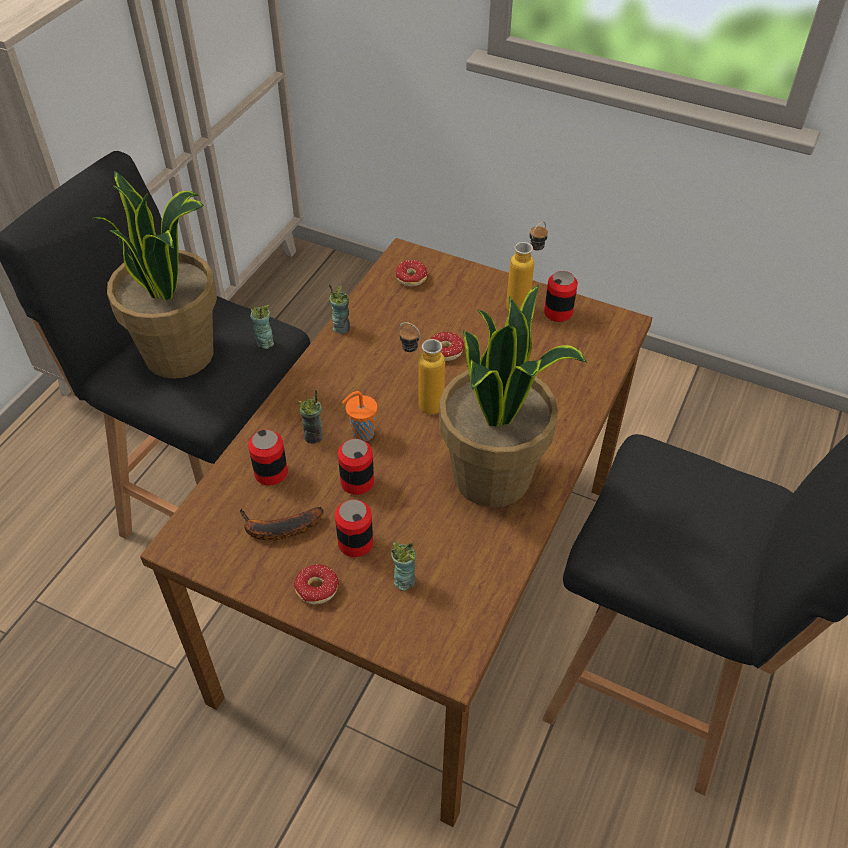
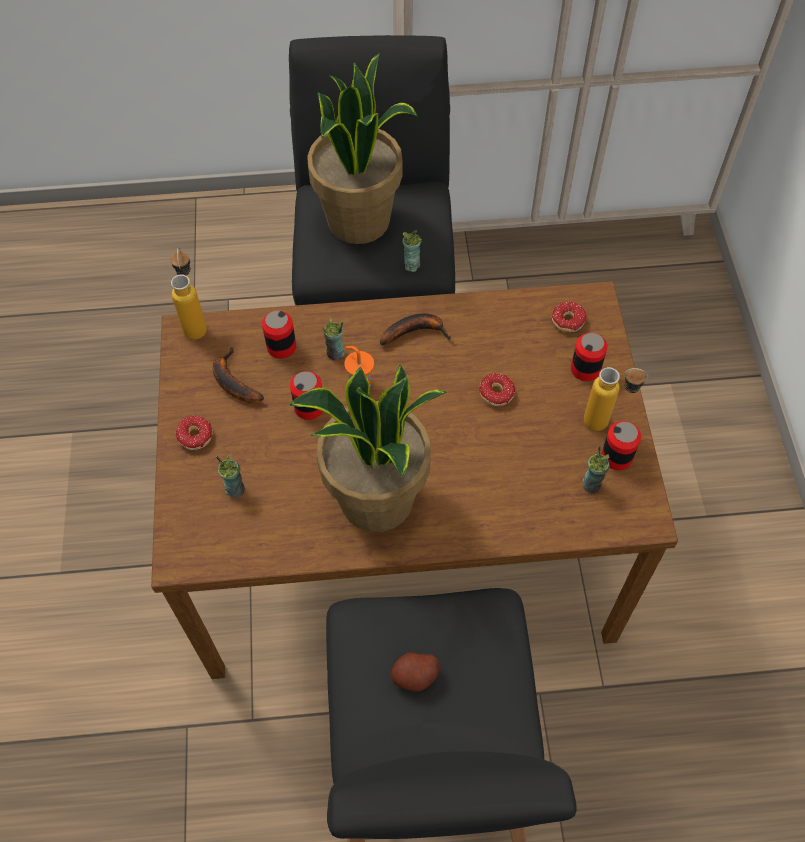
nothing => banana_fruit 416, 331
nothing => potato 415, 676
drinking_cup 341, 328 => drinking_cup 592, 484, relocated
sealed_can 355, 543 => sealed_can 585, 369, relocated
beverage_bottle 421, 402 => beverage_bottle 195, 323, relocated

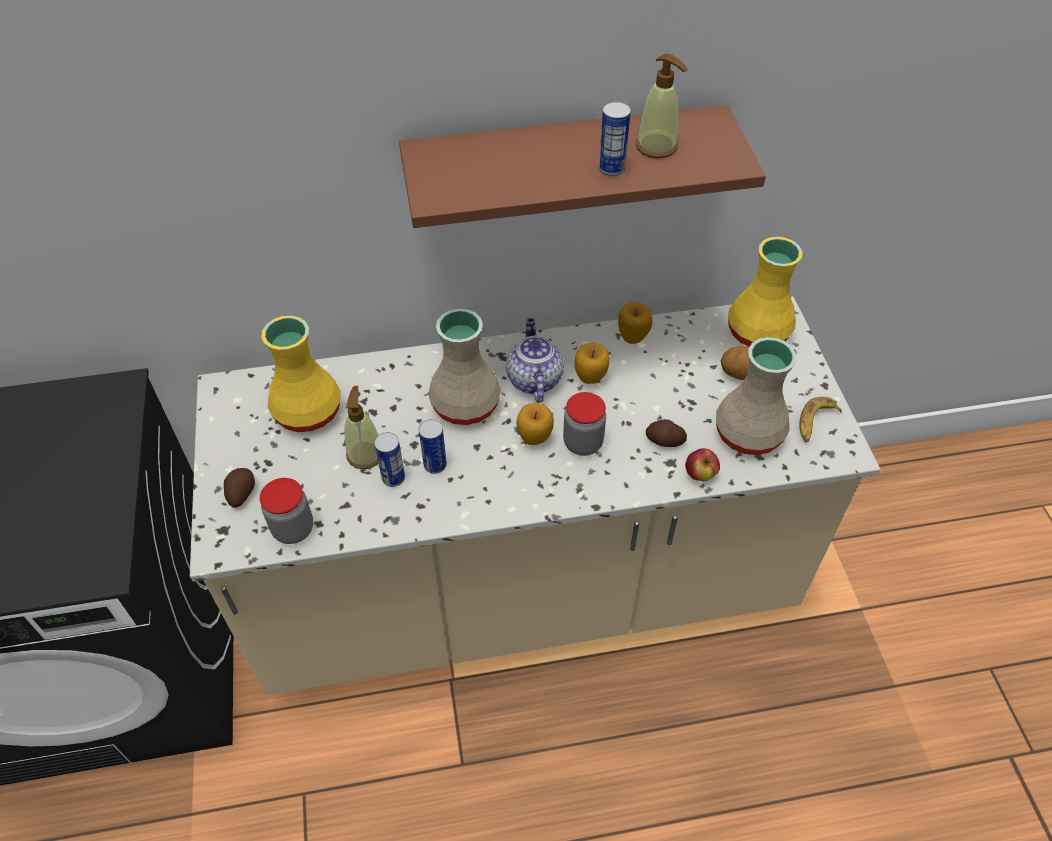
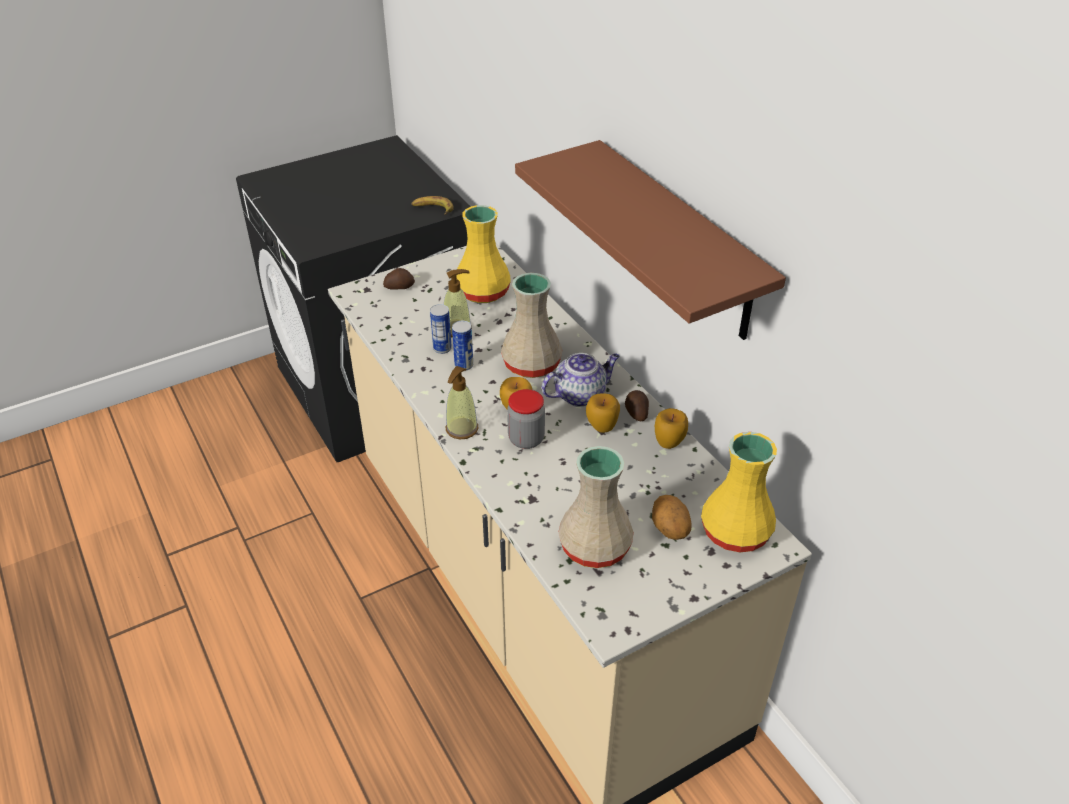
preserve_jar 293, 529 => nothing
sealed_can 611, 169 => nothing
whole_apple 700, 474 => nothing
soap_dispenser 656, 147 => soap_dispenser 461, 429, relocated
potato 665, 441 => potato 636, 412, relocated
banana_fruit 815, 423 => banana_fruit 432, 209, relocated

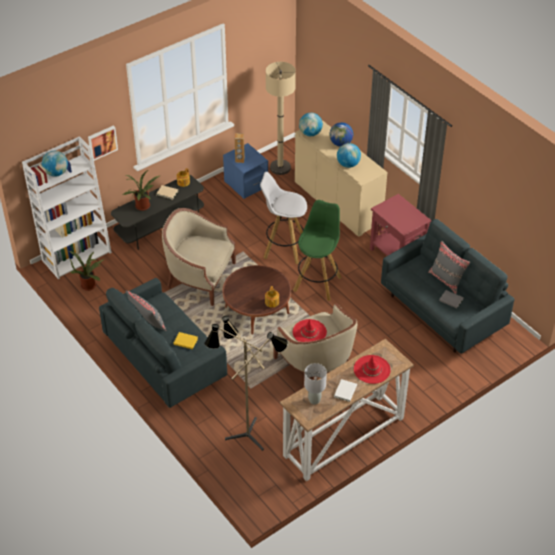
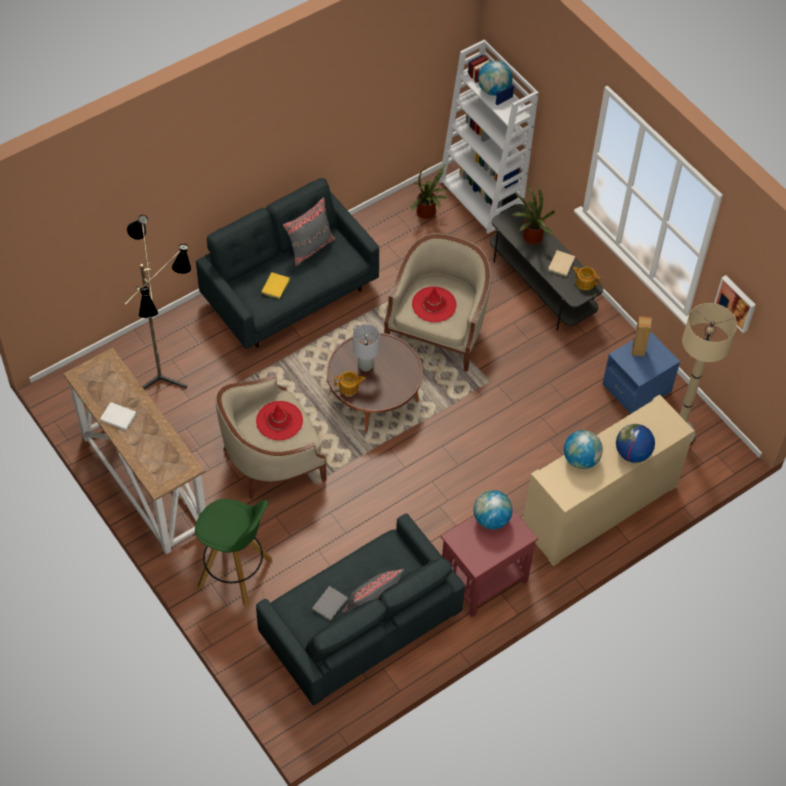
white_sitting_stool 283, 248 => nothing
wall_art 102, 142 => wall_art 736, 303, relocated
green-coloured_sitting_stool 317, 283 => green-coloured_sitting_stool 236, 573, relocated
desk_globe 310, 133 => desk_globe 491, 519, relocated
grey_lamp_for_a_table 314, 400 => grey_lamp_for_a_table 365, 366, relocated
red_wearable_hat 372, 369 => red_wearable_hat 434, 305, relocated

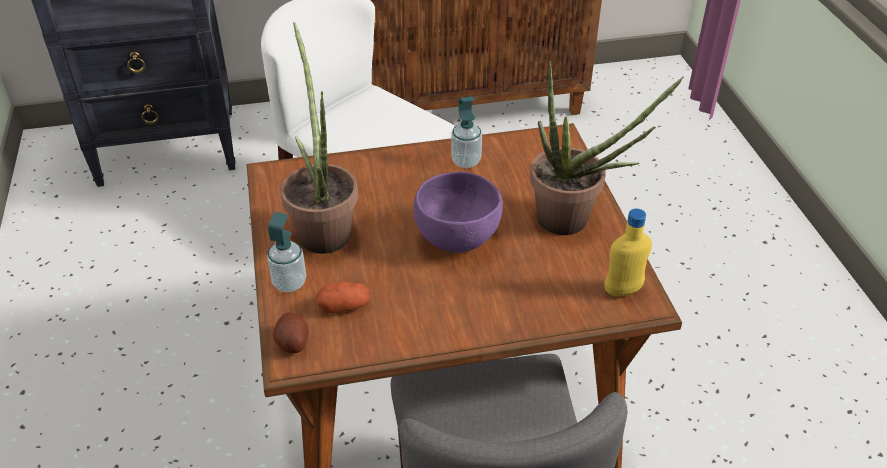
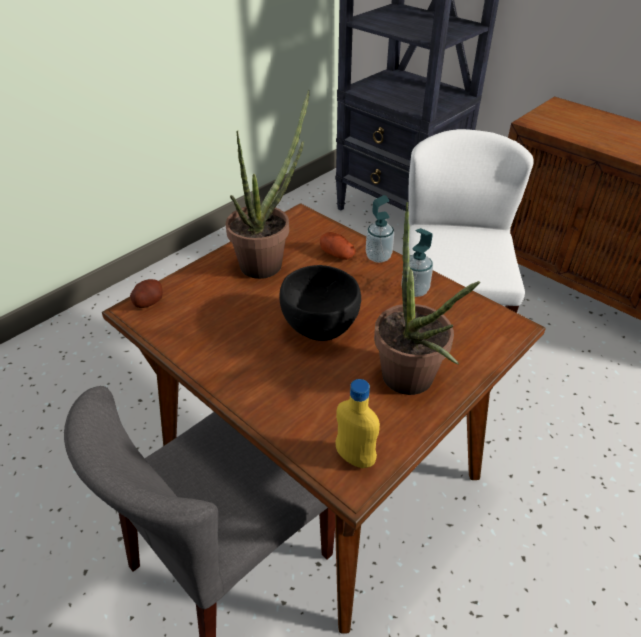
soap_dispenser 289, 283 => soap_dispenser 378, 257, relocated
potato 344, 306 => potato 337, 254, relocated
purple-coloured_deep_dish 458, 239 => blackish_deep_dish 320, 328

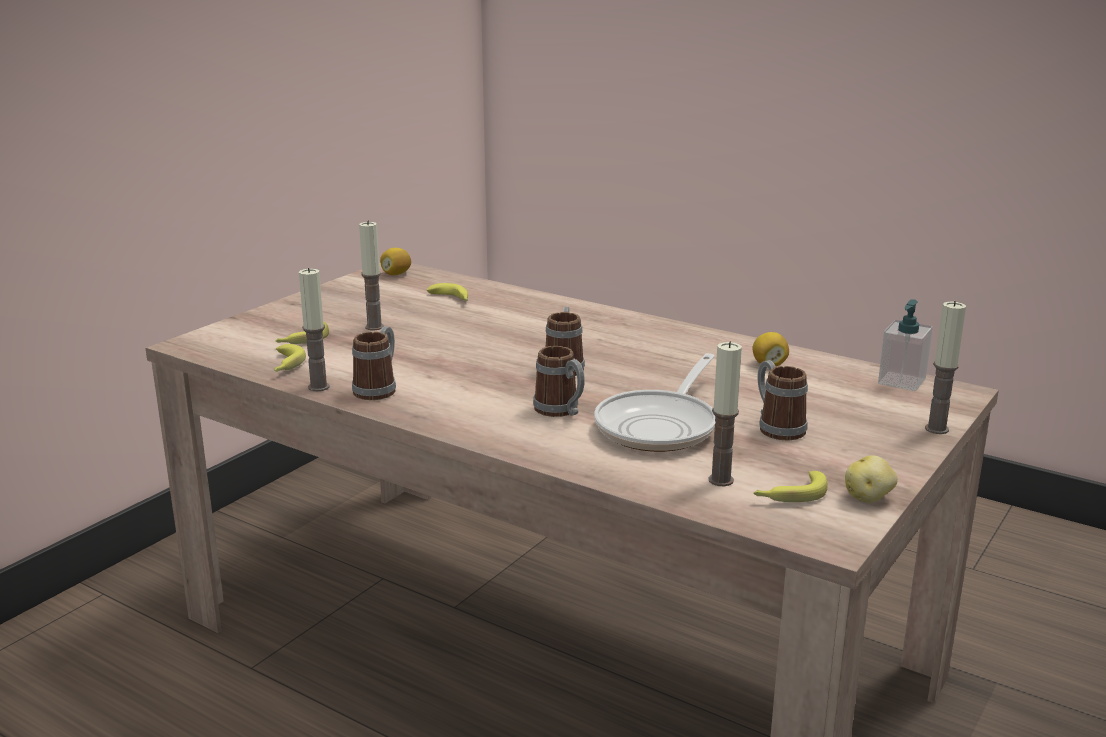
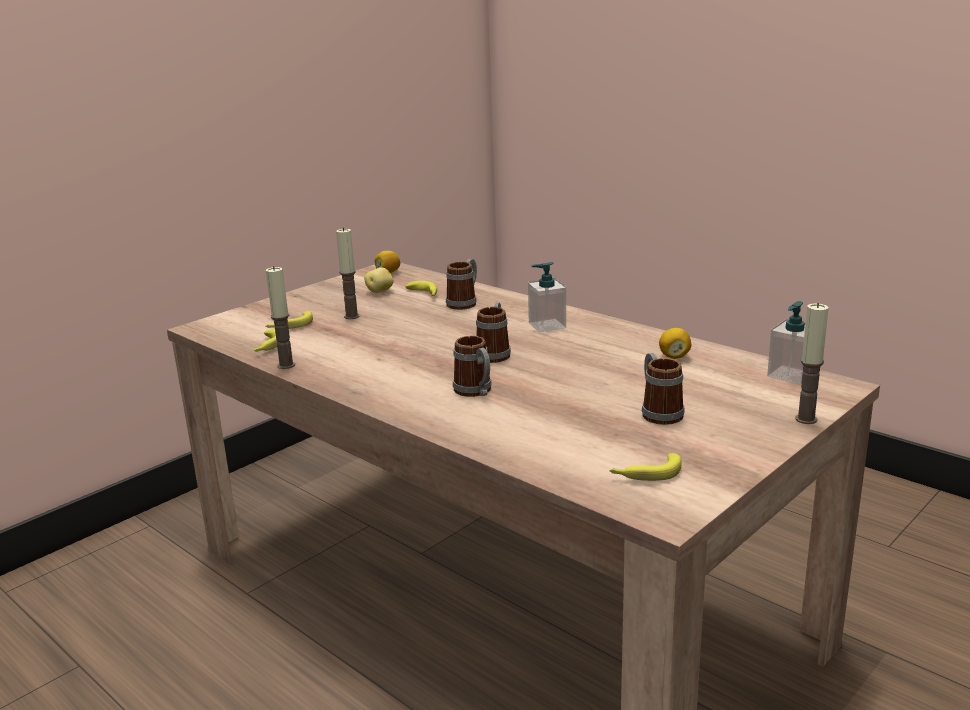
pan 660, 426 => nothing
wax_candle 720, 480 => nothing
nothing => soap_dispenser 547, 325
coffee_mug 379, 388 => coffee_mug 464, 303, relocated
potato 868, 498 => potato 380, 291, relocated

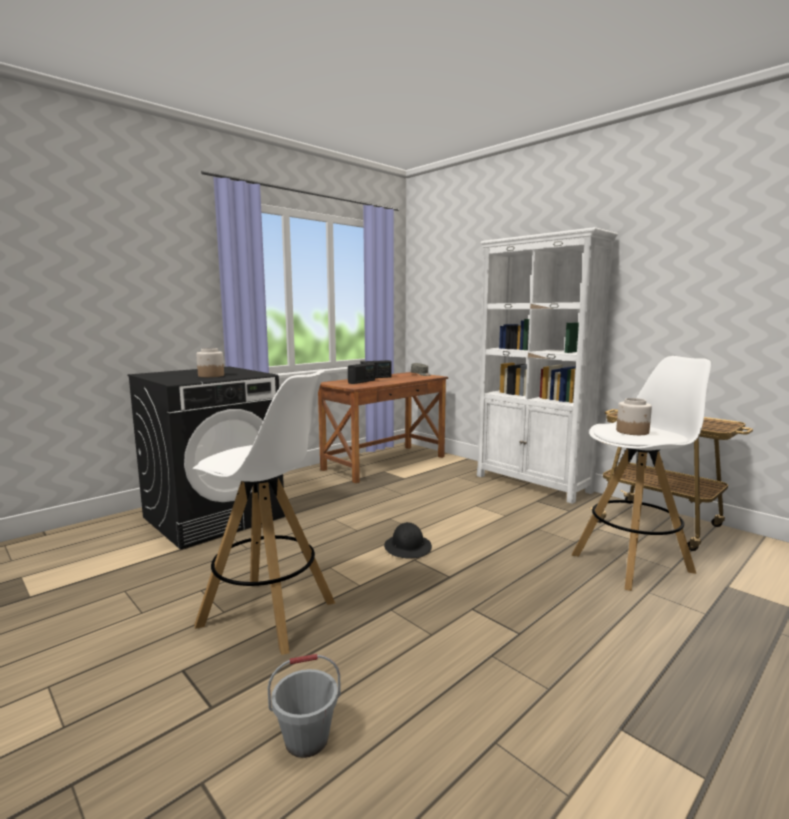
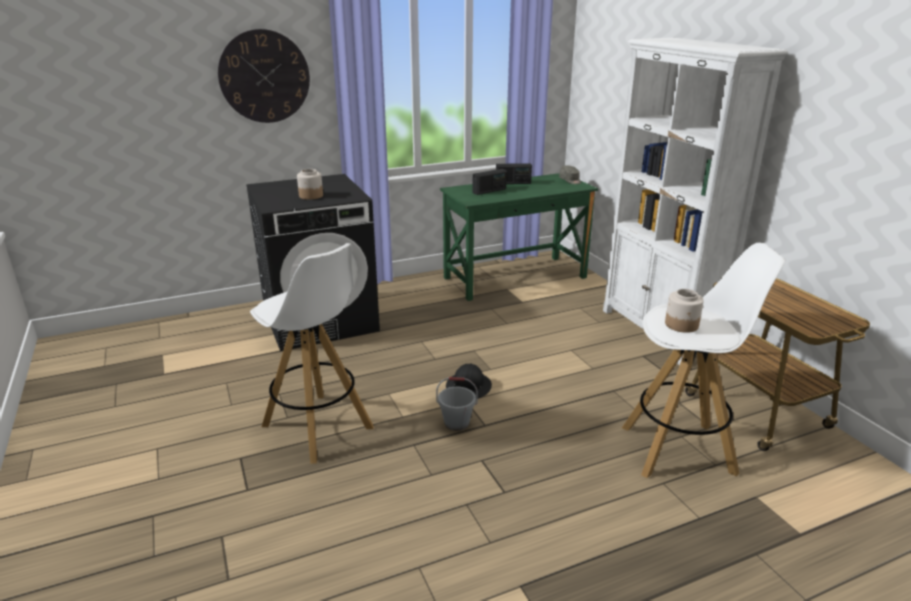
nothing => wall_clock 264, 76
grey_bucket 307, 739 => grey_bucket 457, 423, relocated
brown-coloured_desk 384, 463 => green-coloured_desk 515, 277

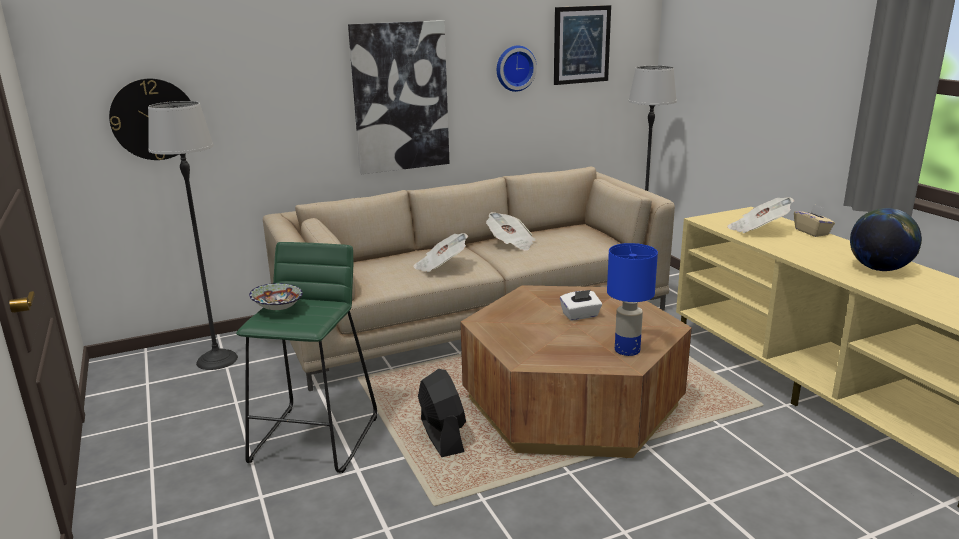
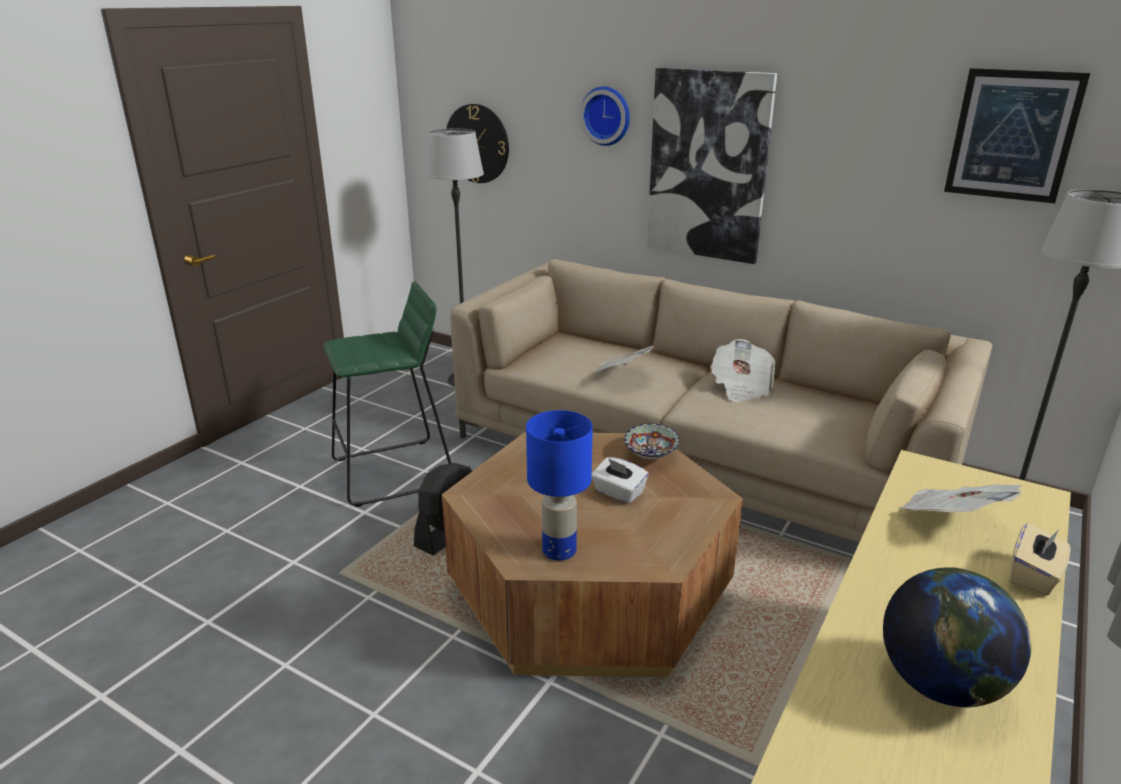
deep_dish 277, 309 => deep_dish 650, 455, relocated
wall_clock 514, 68 => wall_clock 607, 115, relocated

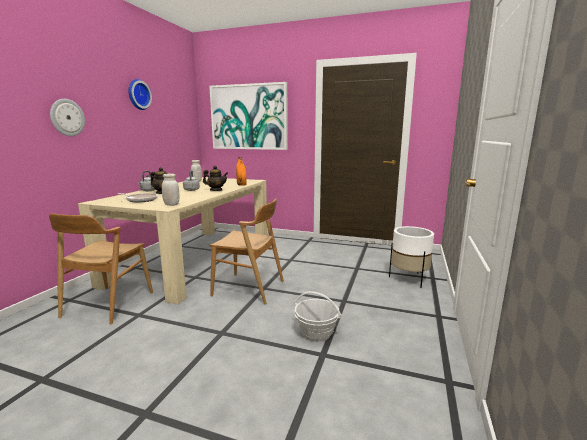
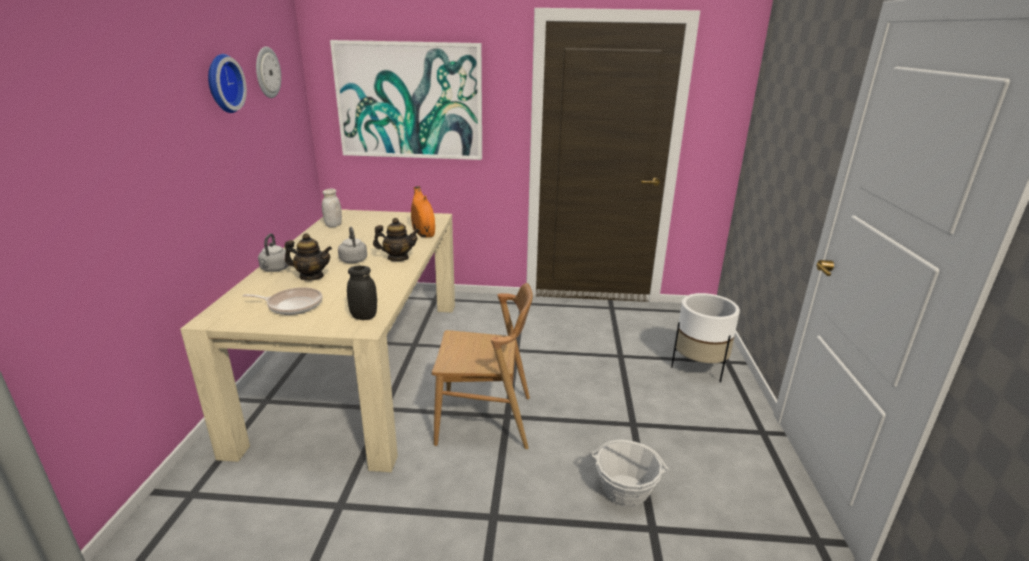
brown-coloured_chair 108, 304 => nothing
wall_clock 67, 117 => wall_clock 267, 72, relocated
white_preserve_jar 171, 205 => blackish_preserve_jar 364, 316

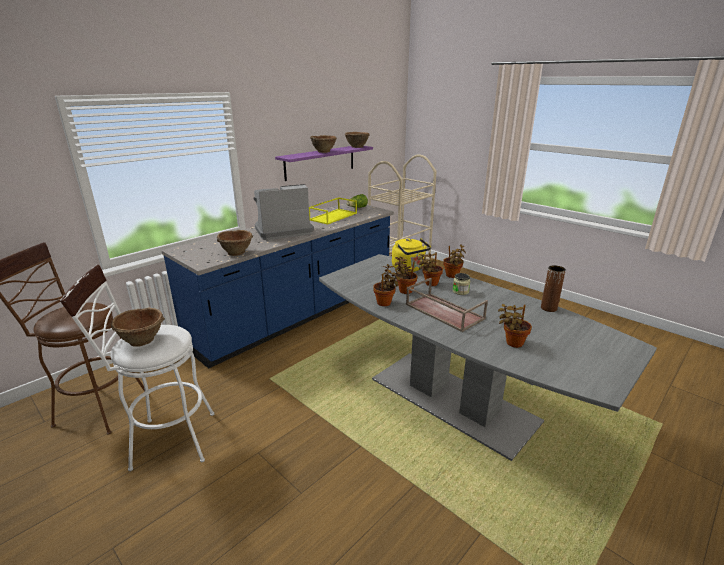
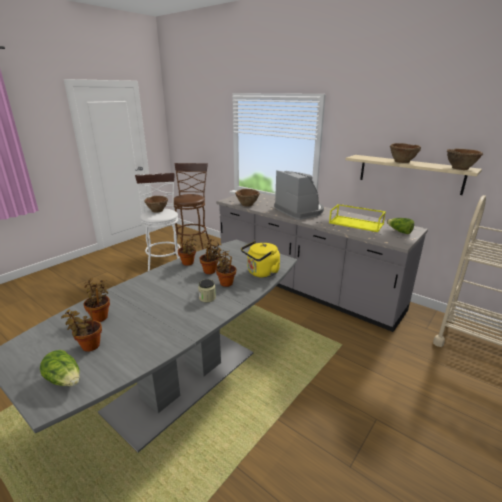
brown-coloured_tray 443, 311 => nothing
brown-coloured_flower_vase 548, 308 => nothing
nothing => lettuce_head 65, 380
potted_plant 452, 276 => potted_plant 88, 346, relocated
blue-coloured_kitchen_base_unit 298, 315 => grey_kitchen_base_unit 304, 288
purple-coloured_bracket_shelf 320, 162 => sand-coloured_bracket_shelf 409, 174

